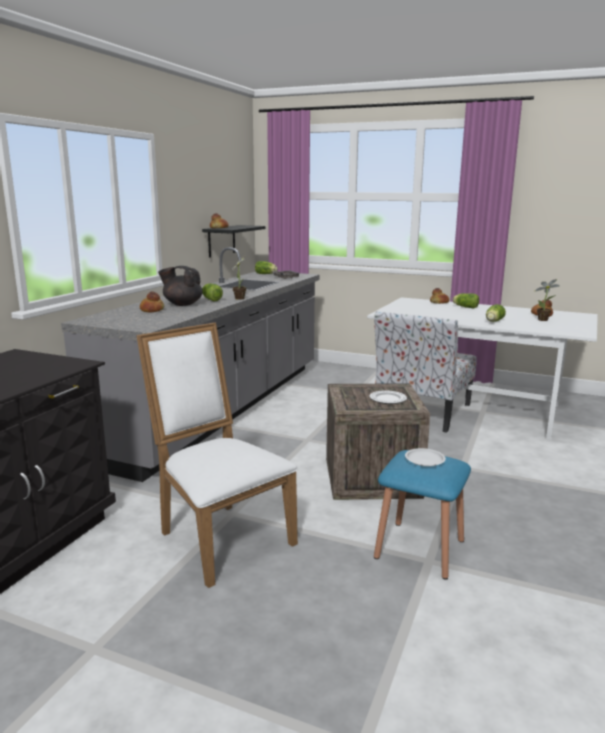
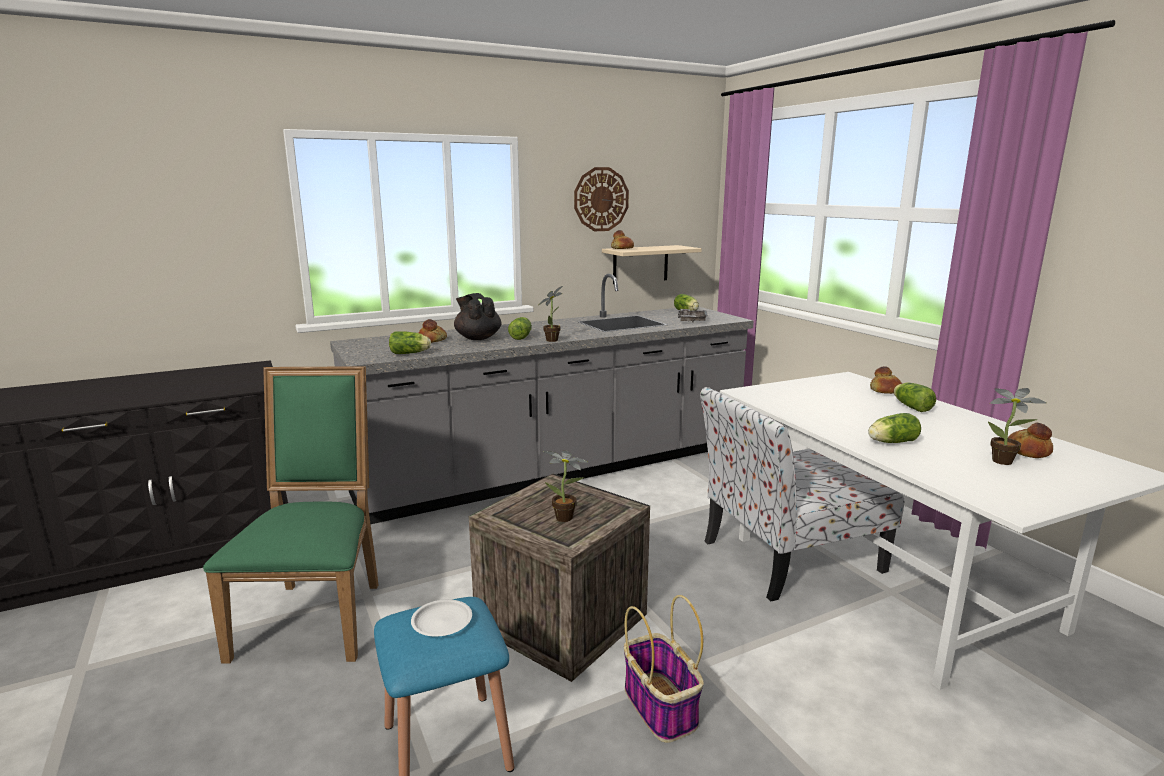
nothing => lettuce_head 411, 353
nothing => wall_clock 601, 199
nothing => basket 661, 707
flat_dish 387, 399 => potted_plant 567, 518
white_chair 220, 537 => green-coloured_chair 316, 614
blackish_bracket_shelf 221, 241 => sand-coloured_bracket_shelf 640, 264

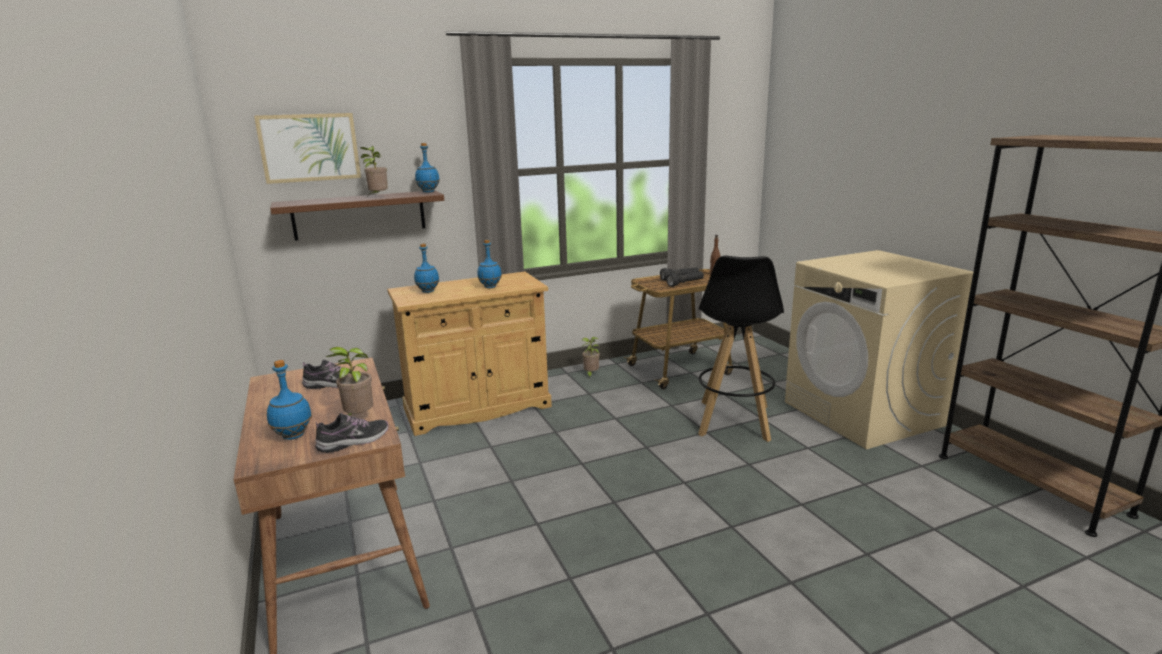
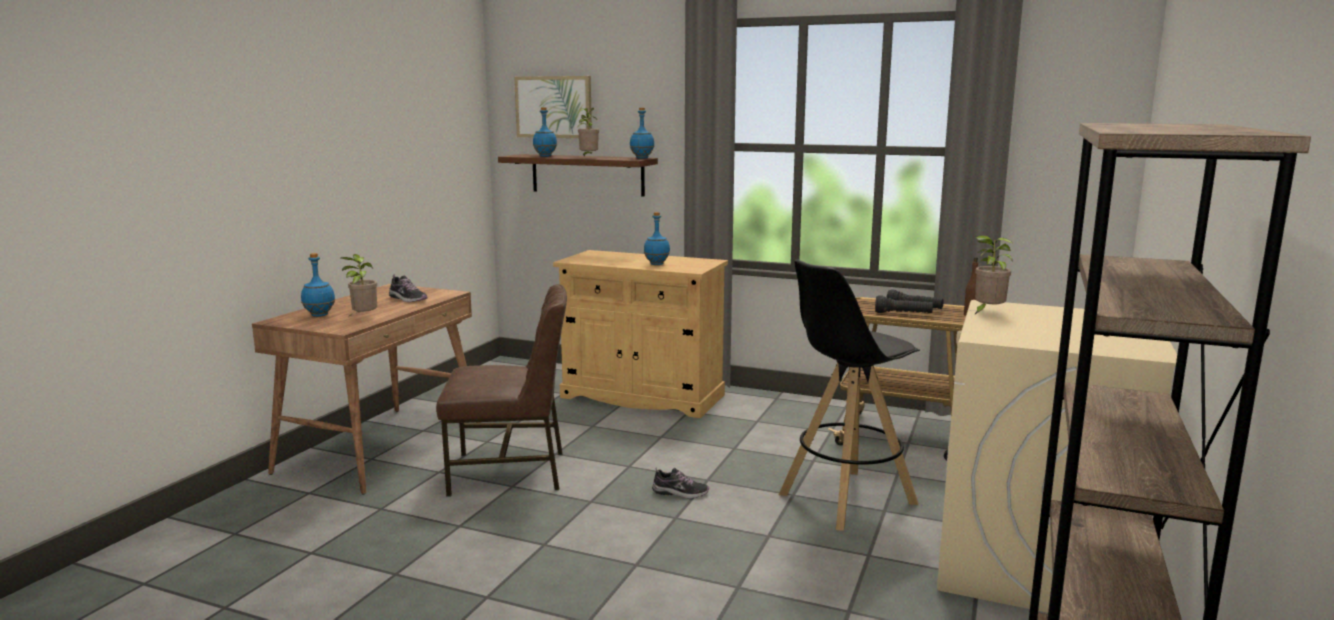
nothing => brown-coloured_chair 510, 472
low_shoe 354, 441 => low_shoe 680, 493, relocated
blue-coloured_beverage_bottle 427, 291 => blue-coloured_beverage_bottle 545, 156, relocated
potted_plant 591, 375 => potted_plant 987, 312, relocated

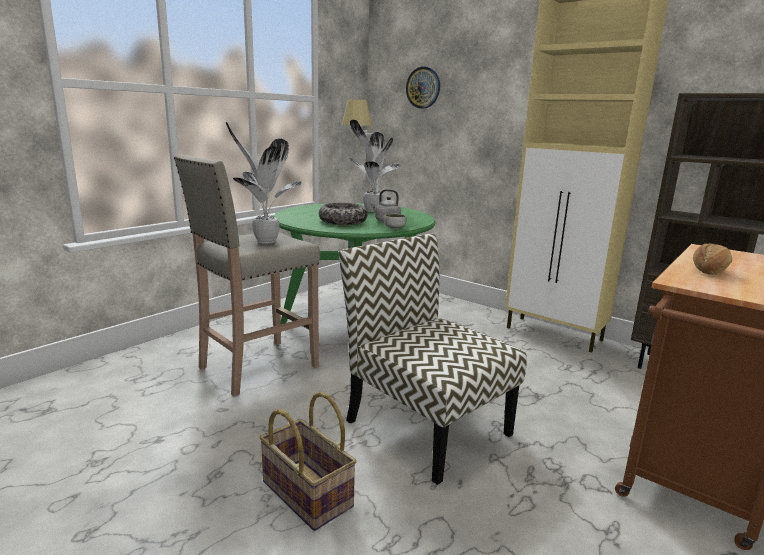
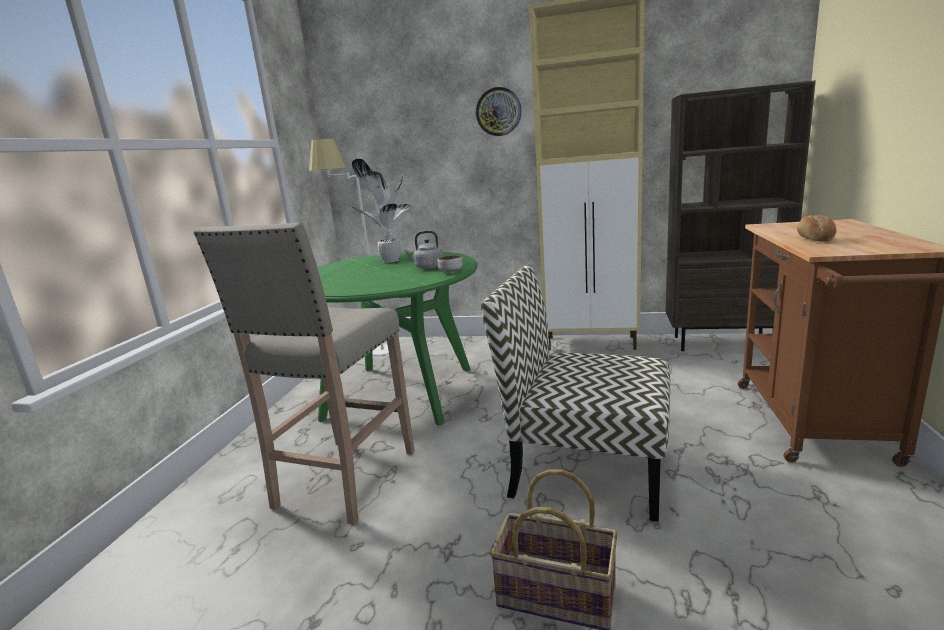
potted_plant 264, 241 => nothing
deep_dish 343, 221 => nothing
wall_clock 423, 87 => wall_clock 498, 112, relocated

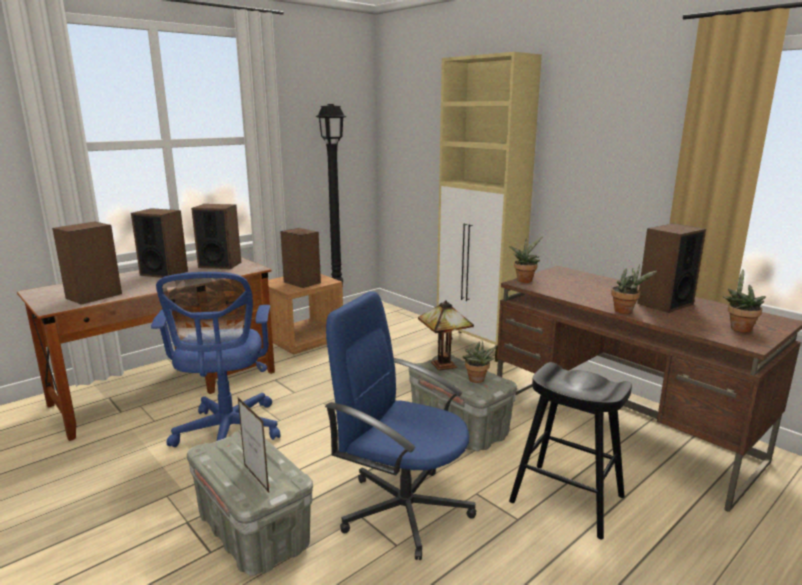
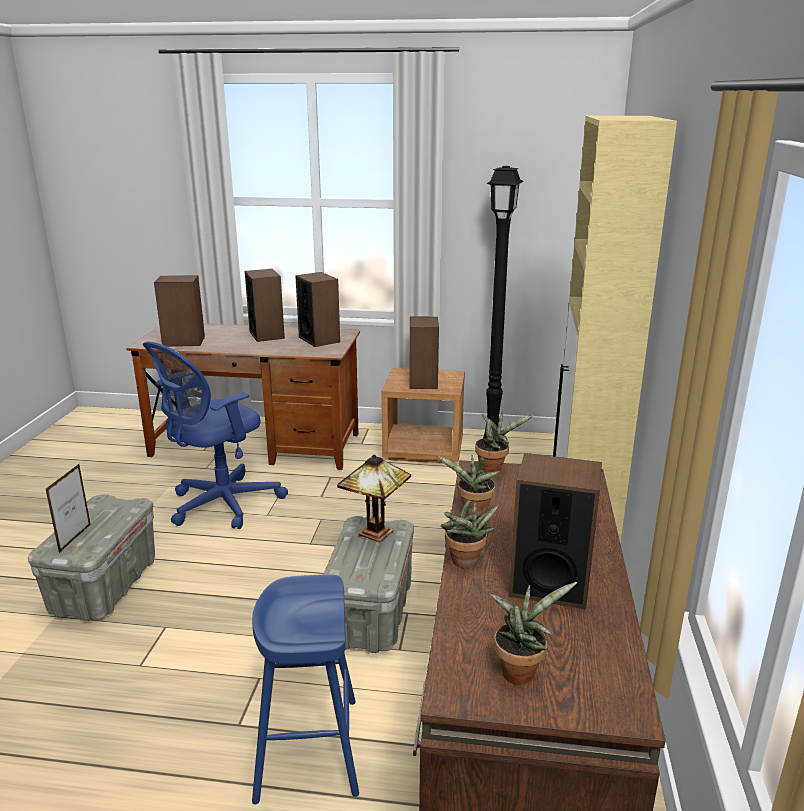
blue-coloured_desk_chair 403, 509 => nothing
potted_plant 477, 381 => potted_plant 472, 512, relocated
blackish_sitting_stool 567, 499 => blue-coloured_sitting_stool 307, 749

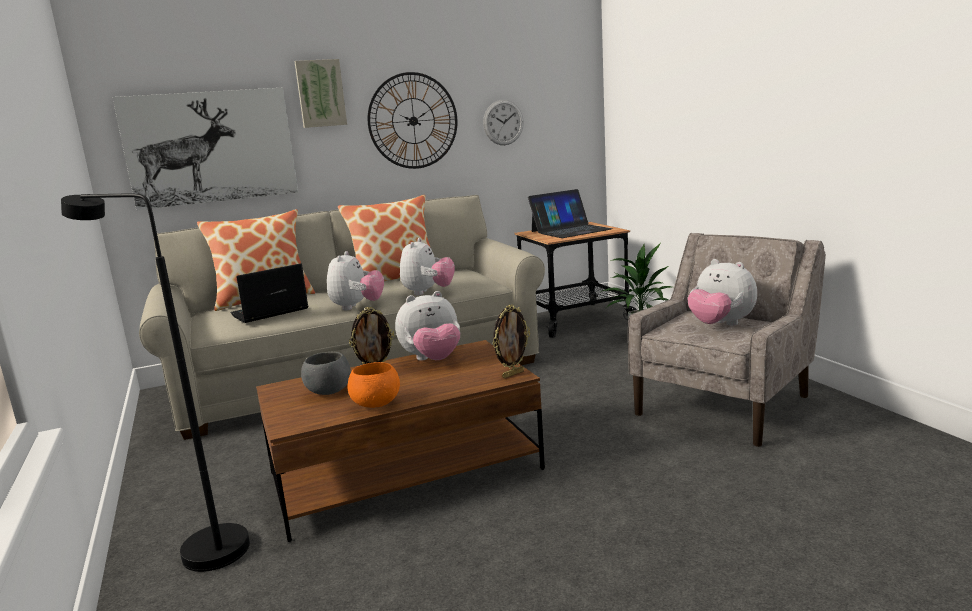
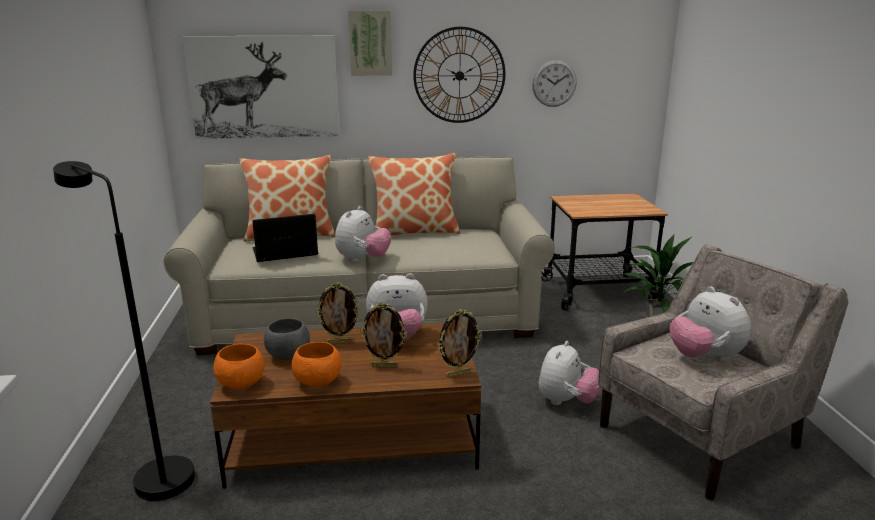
portable_computer 570, 230 => nothing
nothing => orange_deep_dish 240, 385
nothing => standing_frame 384, 366
plush_toy 428, 292 => plush_toy 566, 401, relocated

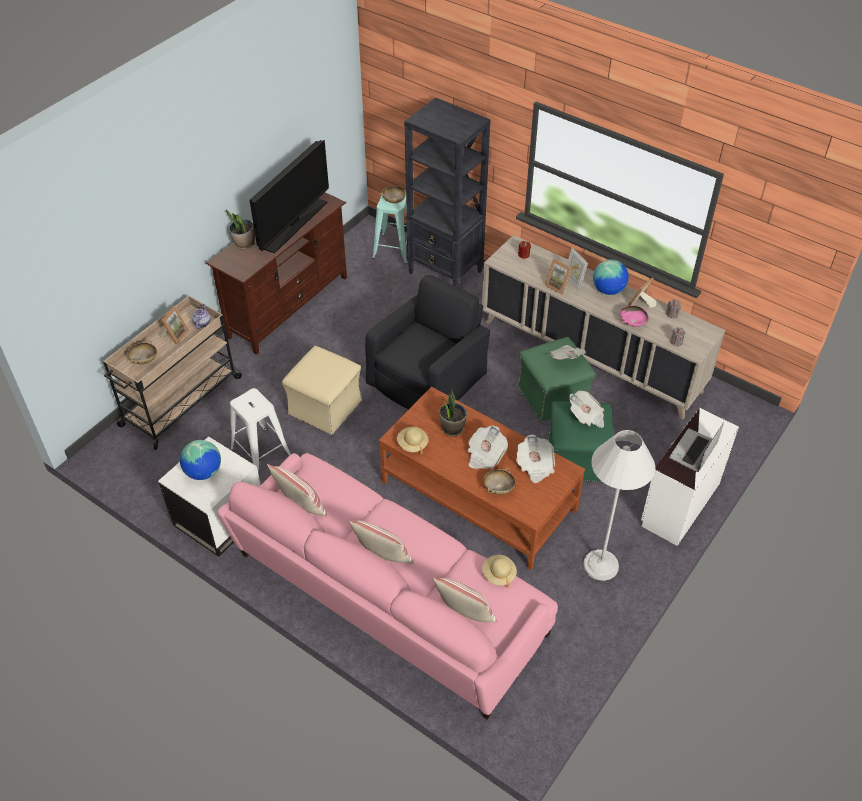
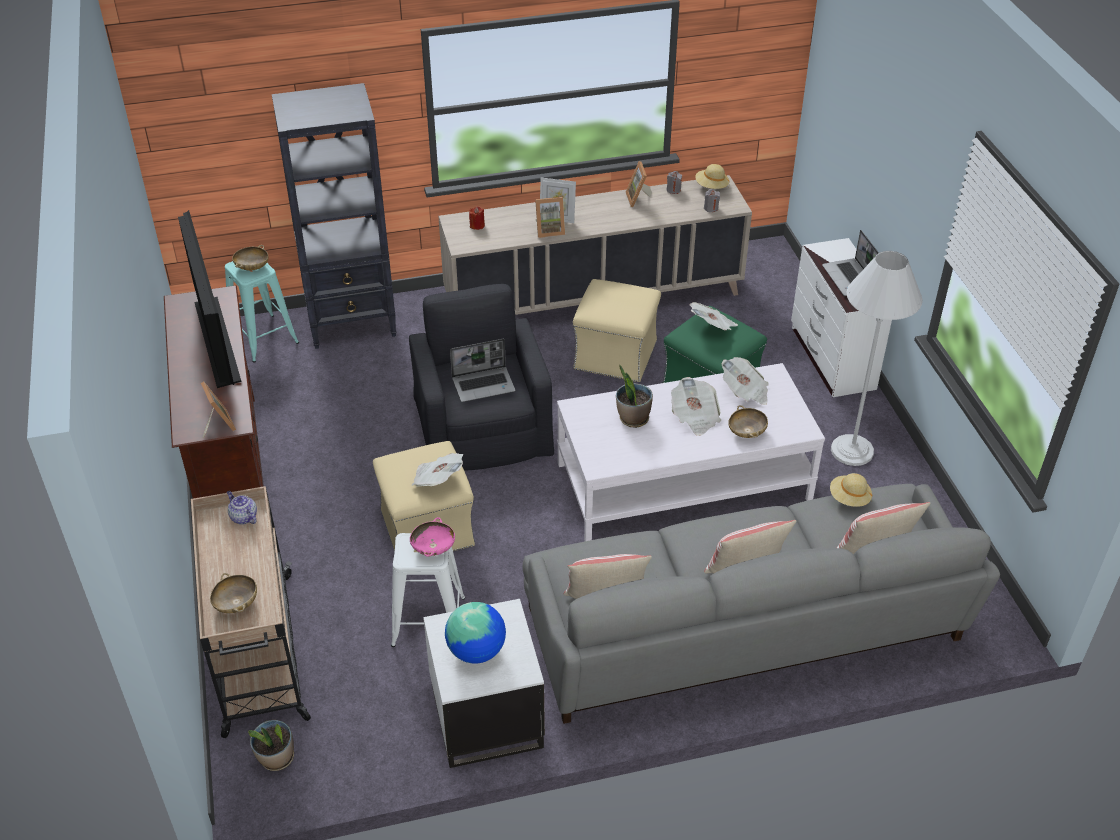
desk_globe 608, 290 => nothing
nothing => portable_computer 484, 385
standing_frame 175, 335 => standing_frame 218, 424, relocated
potted_plant 244, 244 => potted_plant 276, 758, relocated
sand-coloured_wearable_hat 412, 444 => sand-coloured_wearable_hat 711, 186, relocated
newspaper 566, 359 => newspaper 437, 480, relocated
pink_deep_dish 632, 322 => pink_deep_dish 433, 548, relocated
pink_couch 387, 596 => grey_couch 743, 628
brown-coloured_lounge_table 477, 495 => white_lounge_table 682, 482
green-coloured_pouffe 553, 397 => sand-coloured_pouffe 616, 355

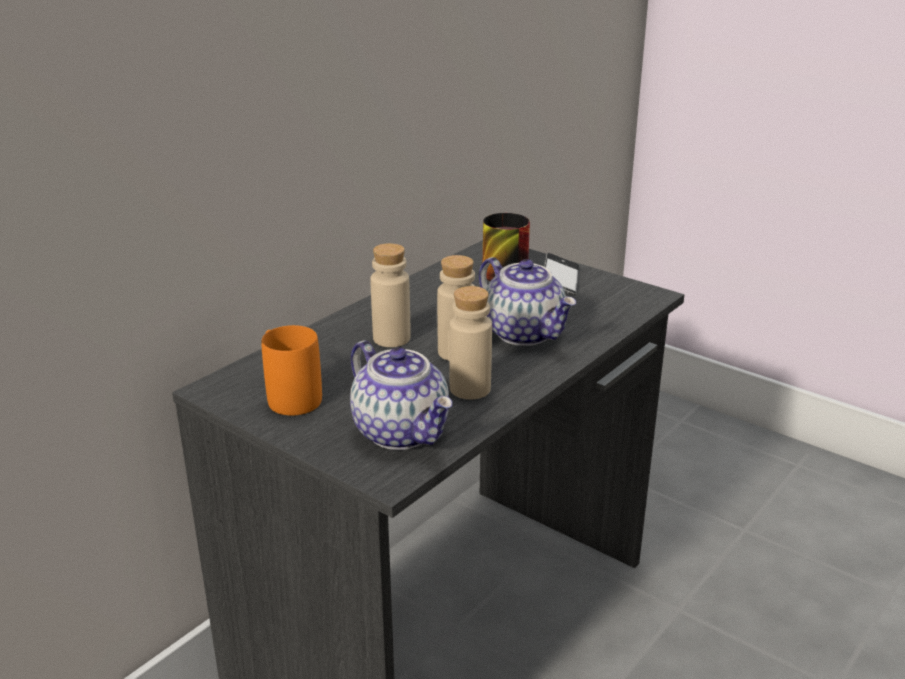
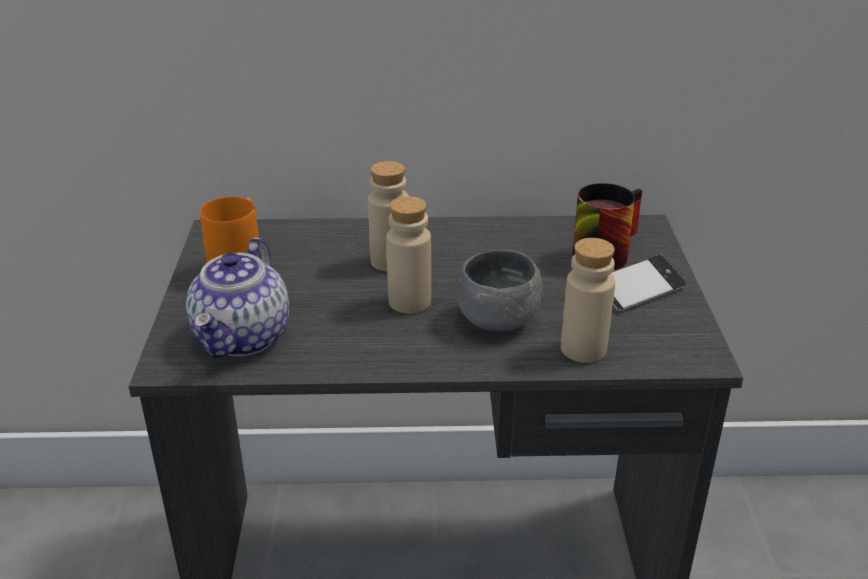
sand-coloured_beverage_bottle 470, 389 => sand-coloured_beverage_bottle 583, 349, relocated
pot_for_tea 525, 333 => grey_deep_dish 497, 319

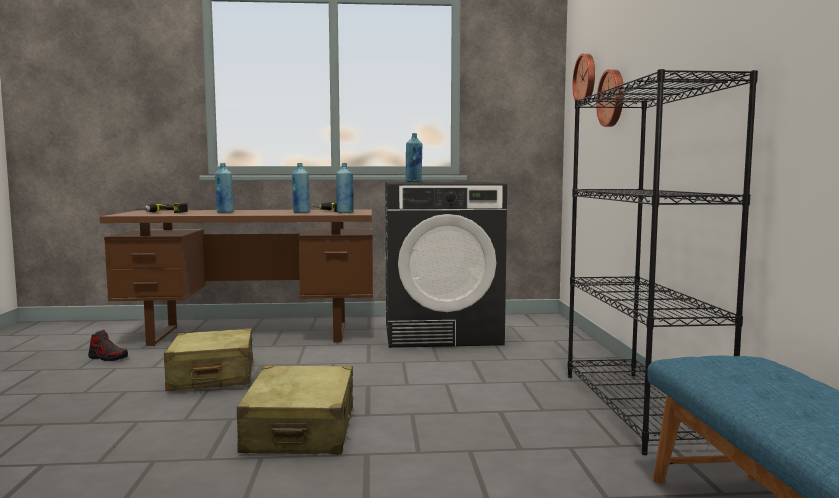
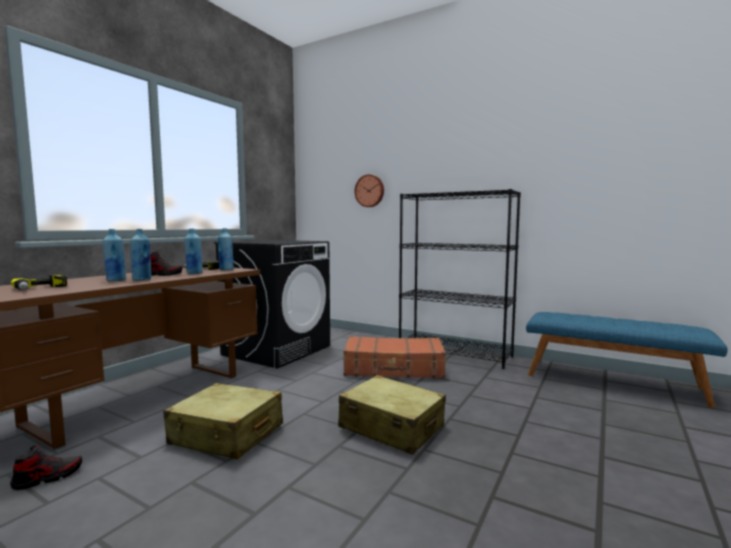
wall_clock 586, 79 => nothing
nothing => low_shoe 162, 275
nothing => brown-coloured_suitcase 394, 368
blue-coloured_beverage_bottle 413, 182 => blue-coloured_beverage_bottle 142, 280, relocated

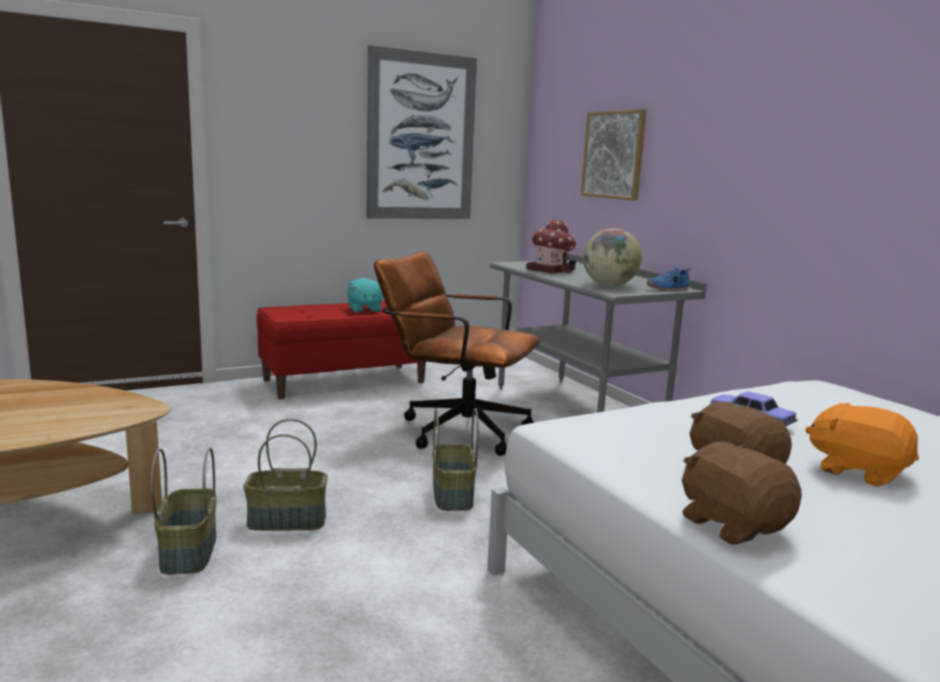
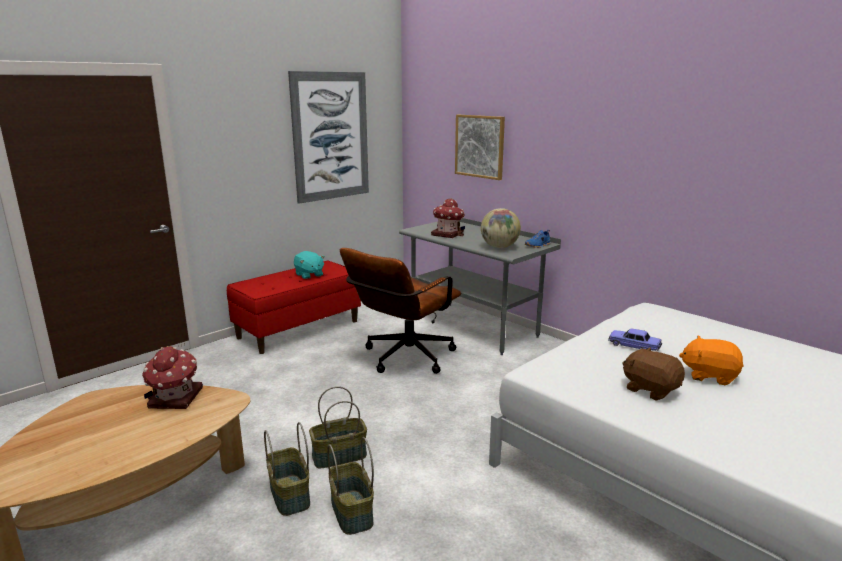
brown-coloured_plush_toy 733, 525 => nothing
nothing => toy_house 175, 399
basket 451, 495 => basket 350, 512, relocated
brown-coloured_desk_chair 454, 429 => brown-coloured_desk_chair 403, 359, 60 degrees counterclockwise

